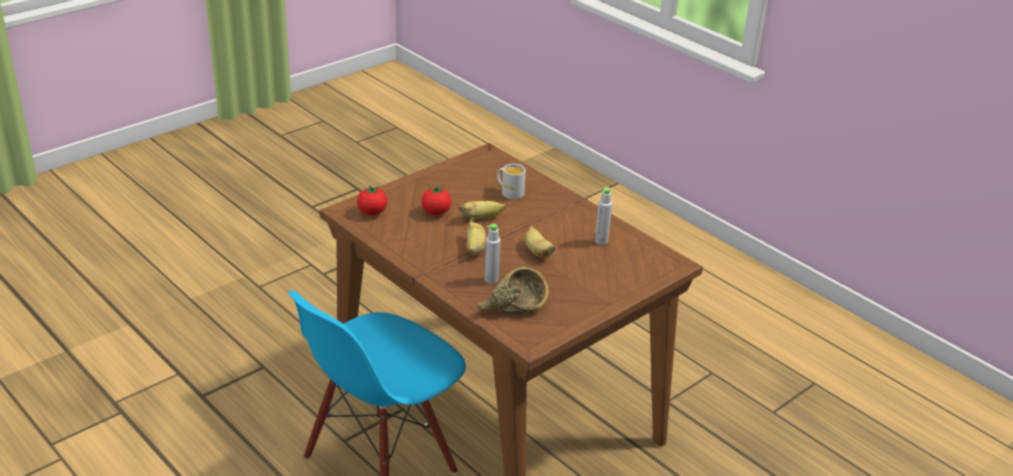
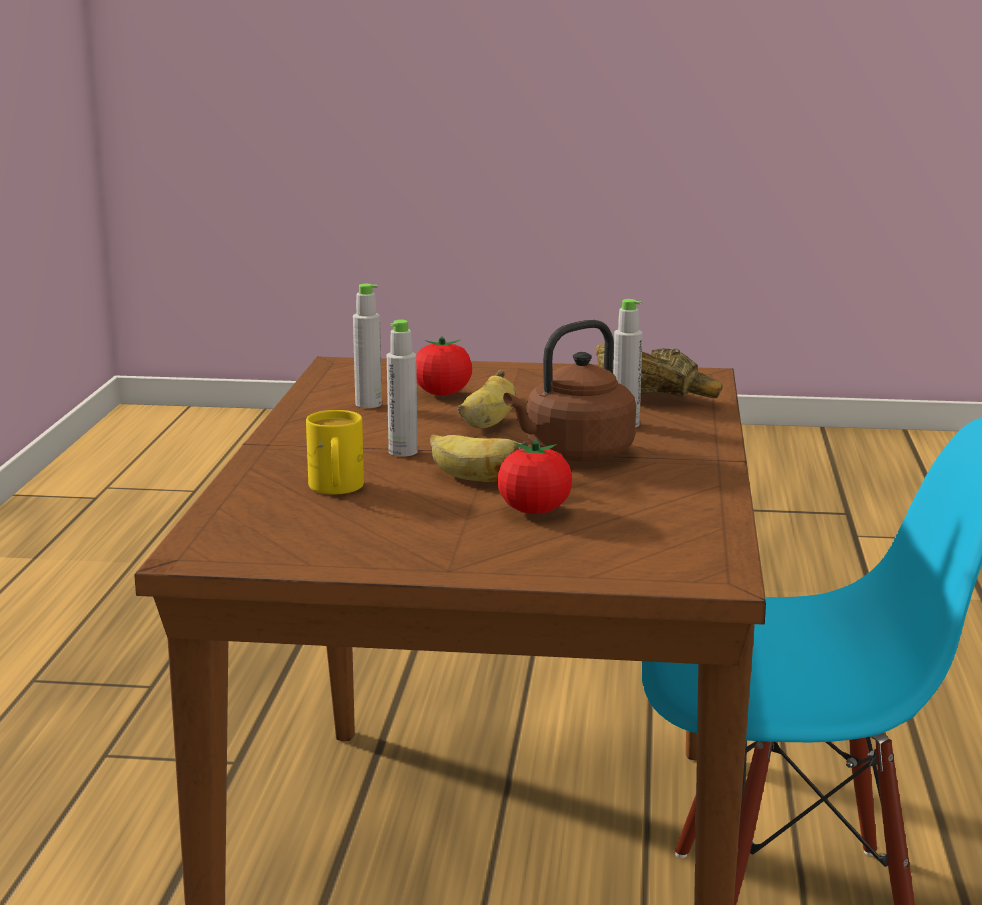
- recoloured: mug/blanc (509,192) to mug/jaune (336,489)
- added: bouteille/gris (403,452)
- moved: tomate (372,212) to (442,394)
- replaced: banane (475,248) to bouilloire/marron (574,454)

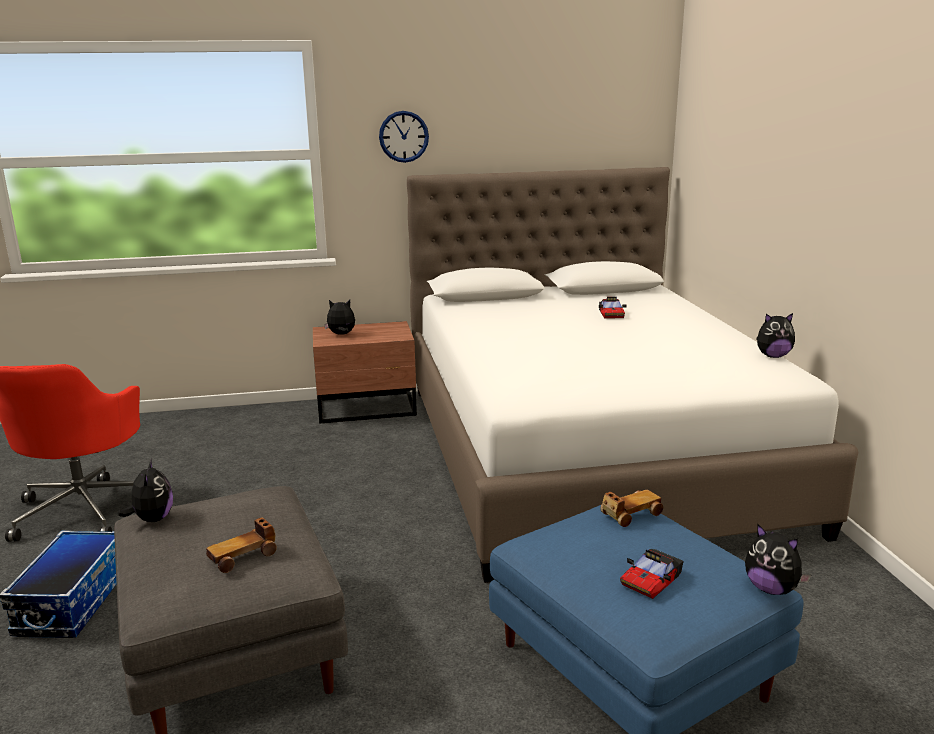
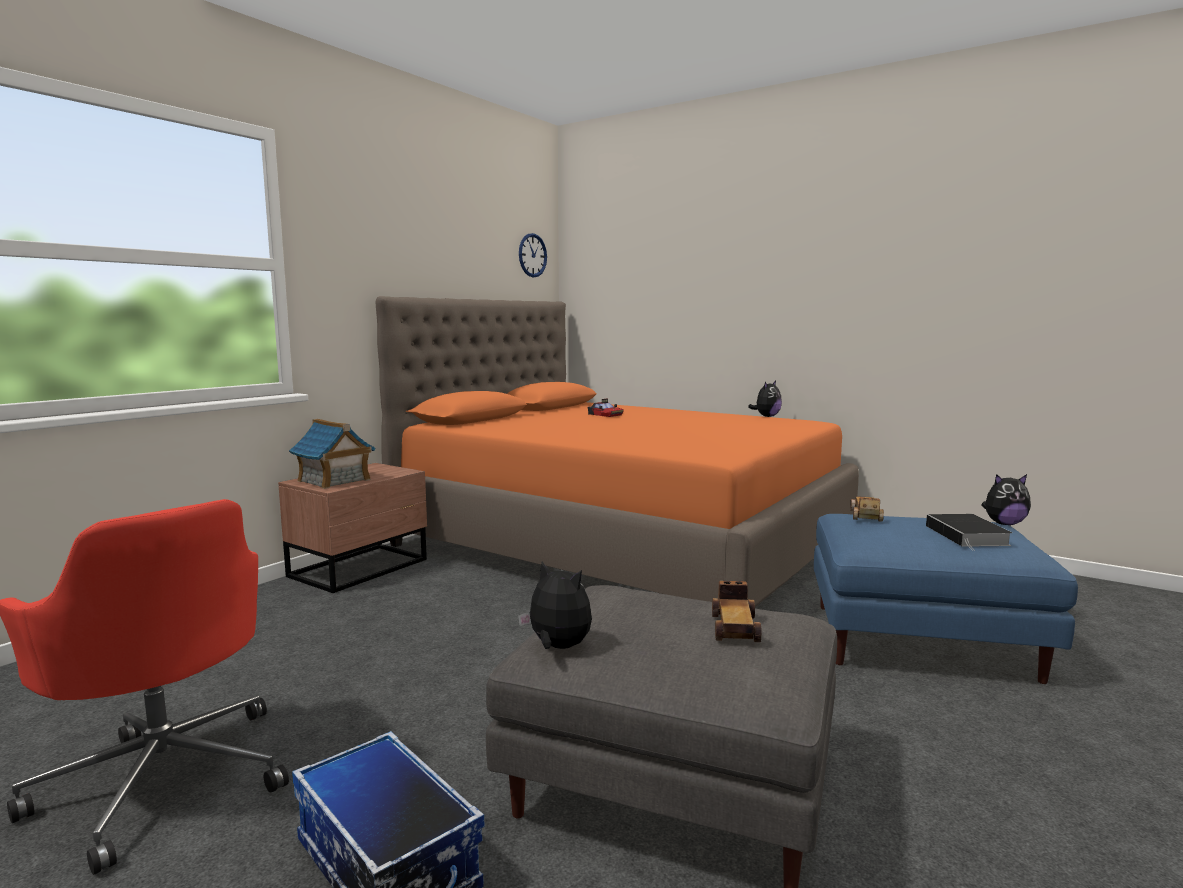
- replaced: peluche (341,334) to maison miniature (334,480)
- recoloured: lit/blanc (587,452) to lit/orange (622,542)
- moved: horloge murale (403,136) to (532,255)
- replaced: petite voiture (651,580) to livre (968,536)

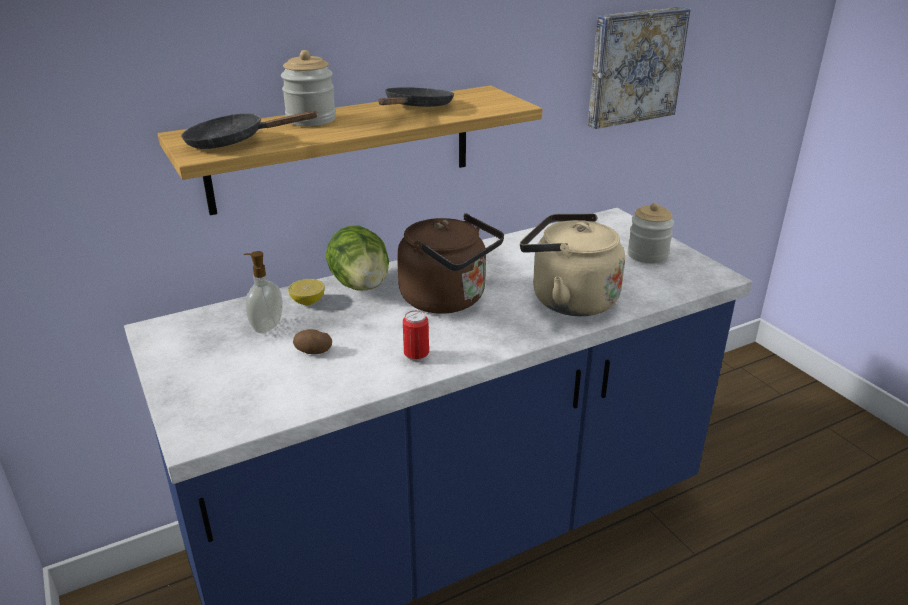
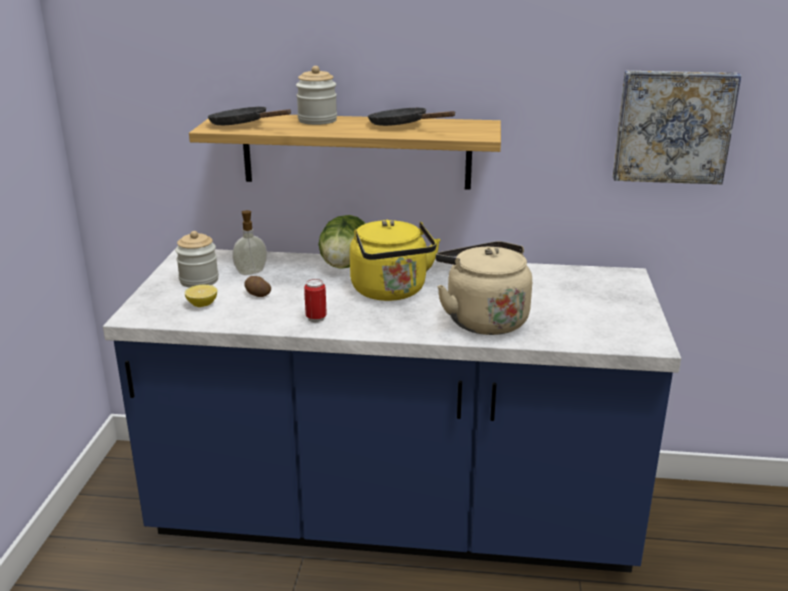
- moved: bocal (647,255) to (199,280)
- moved: citron (308,302) to (202,305)
- recoloured: bouilloire/marron (448,299) to bouilloire/jaune (391,292)
- turned: poêle/noir (416,108) = (403,126) 105 degrees counterclockwise

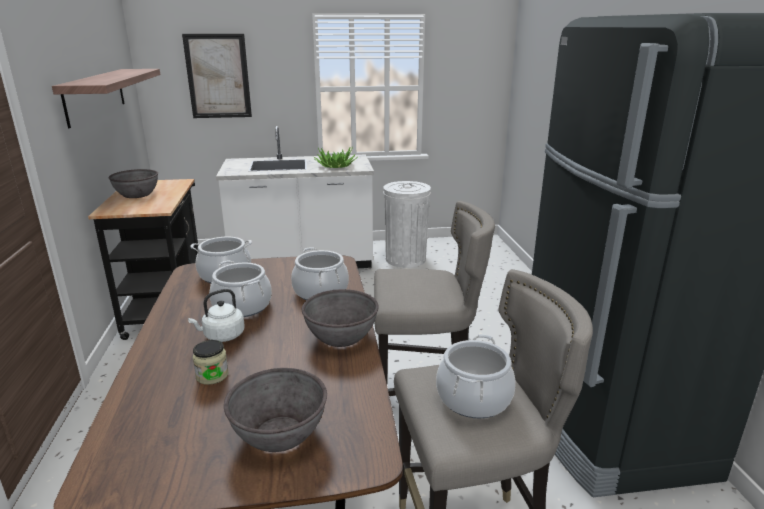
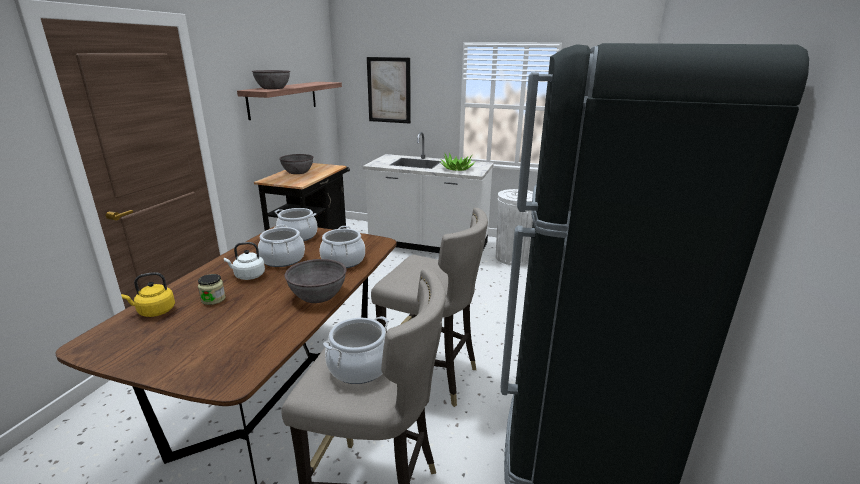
- added: bouilloire/jaune (154,311)
- moved: bol/gris (279,433) to (273,88)

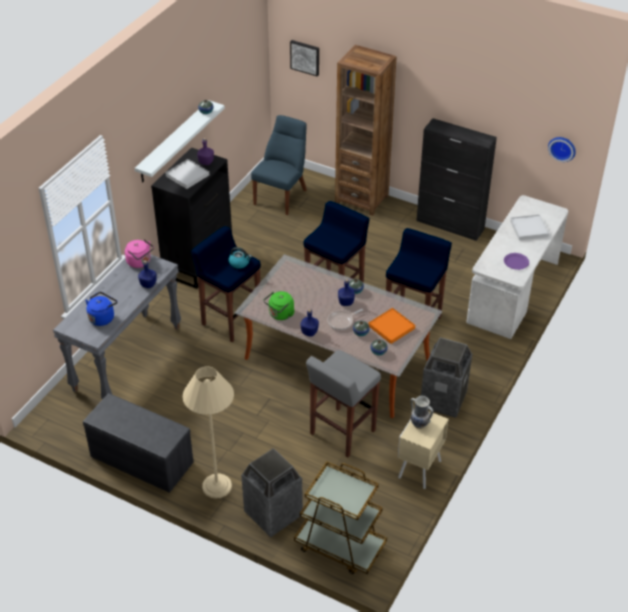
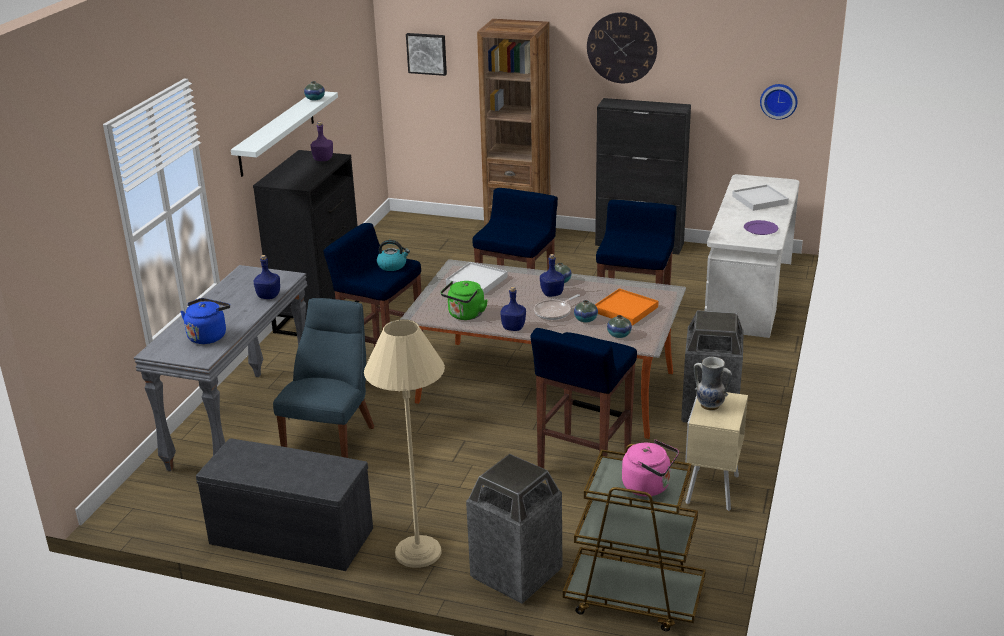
- moved: chaise/bleu (282,196) to (332,441)
- moved: plateau/blanc (187,175) to (476,281)
- recoloured: tabouret/gris (341,433) to tabouret/bleu (583,464)
- added: horloge murale (621,48)
- moved: bouilloire/rose (140,262) to (649,486)

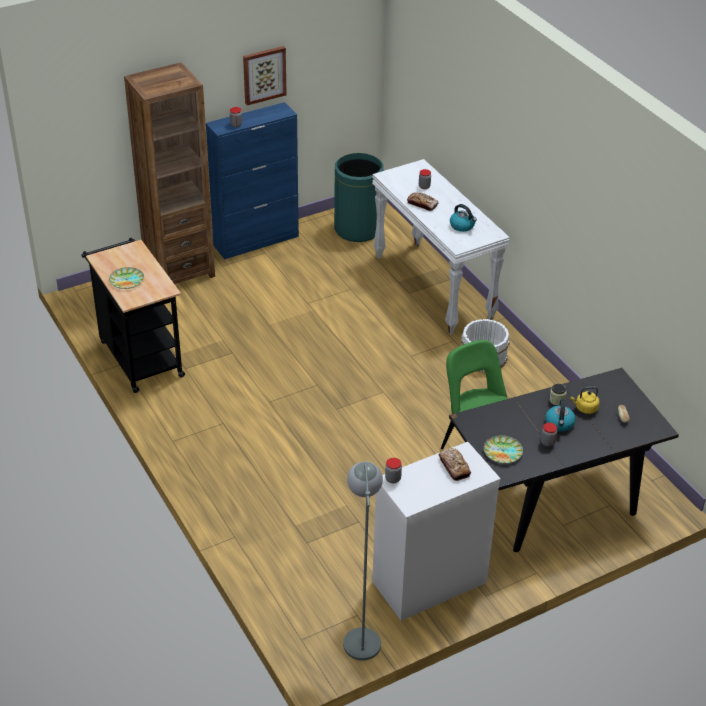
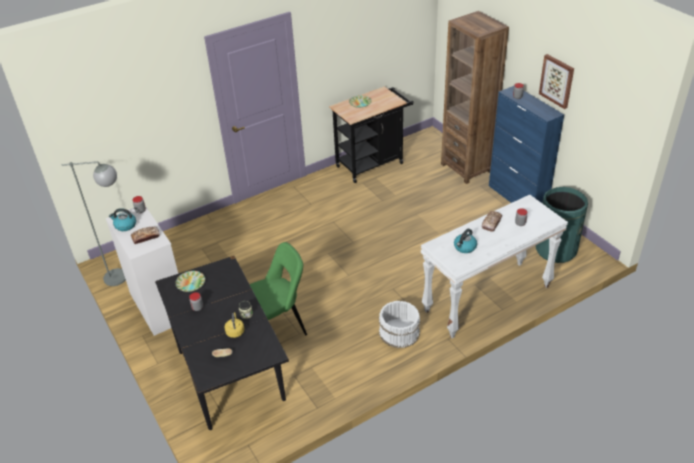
- moved: bouilloire (559,424) to (125,225)

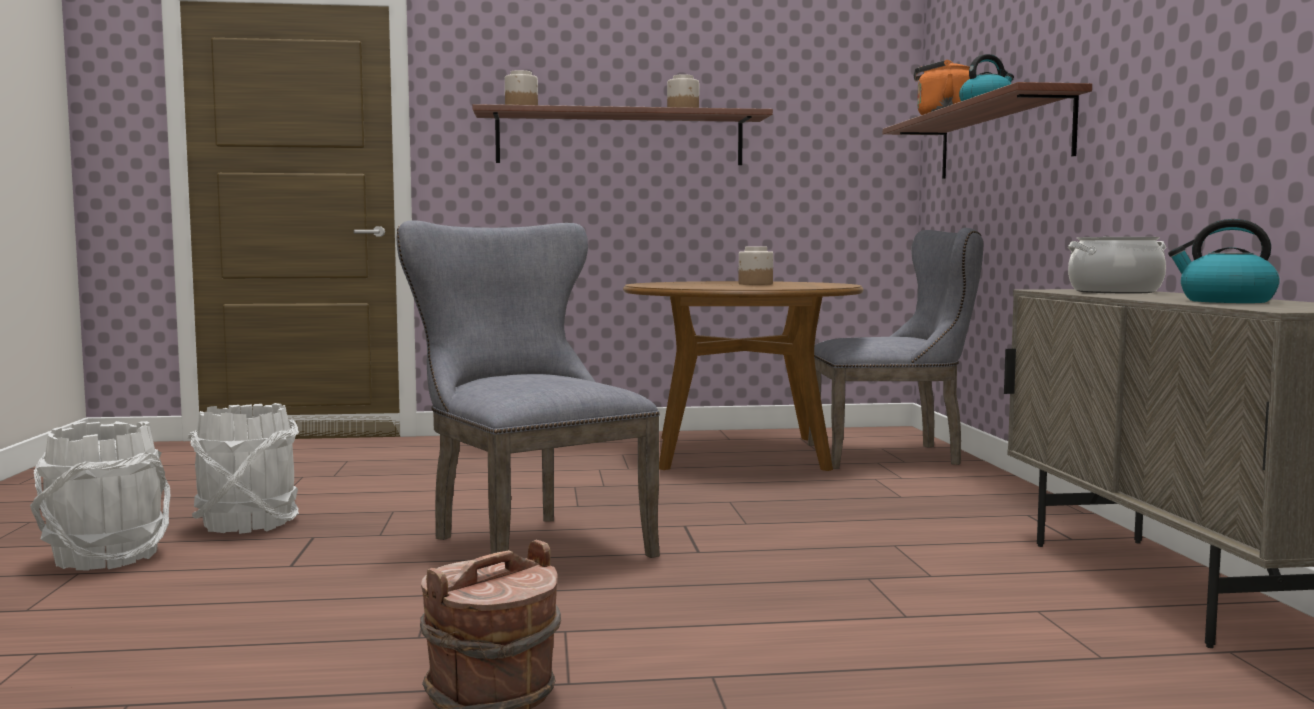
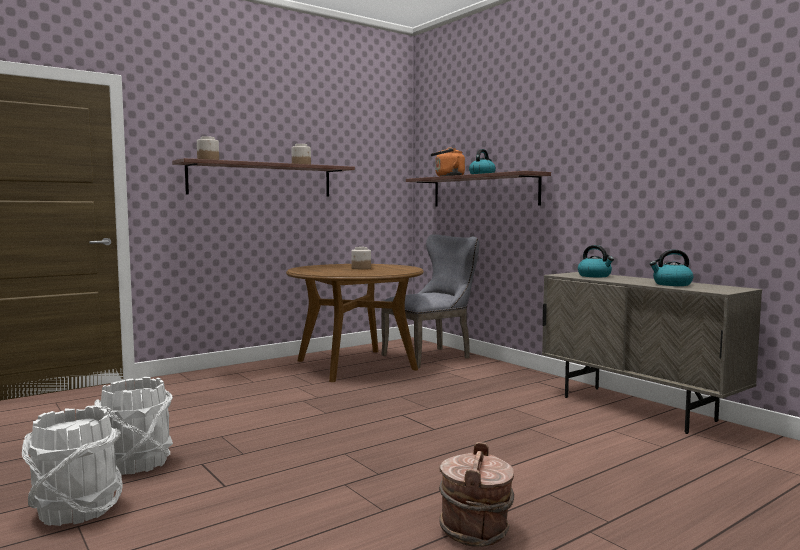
- replaced: marmite (1114,292) to bouilloire (595,276)
- removed: chaise/gris (527,544)

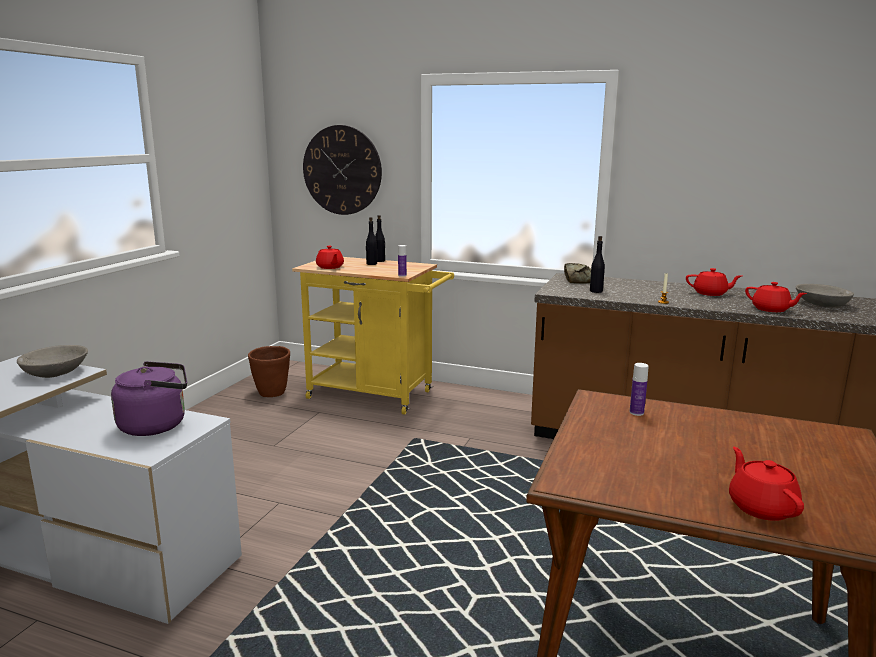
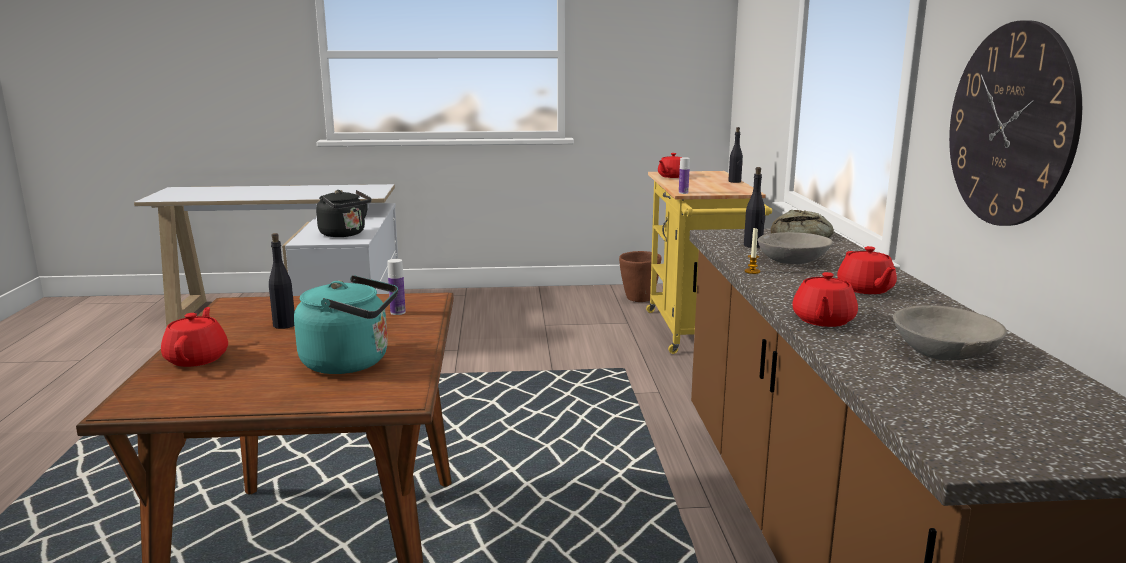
- turned: théière/rouge (761,507) = (197,358) 60 degrees counterclockwise
- moved: bouteille/noir (371,264) to (284,325)
- added: bouilloire/turquoise (351,362)
- recoloured: bouilloire/violet (157,425) to bouilloire/noir (345,234)
- moved: bol/gris (55,372) to (793,260)
- moved: horloge murale (342,170) to (1010,125)

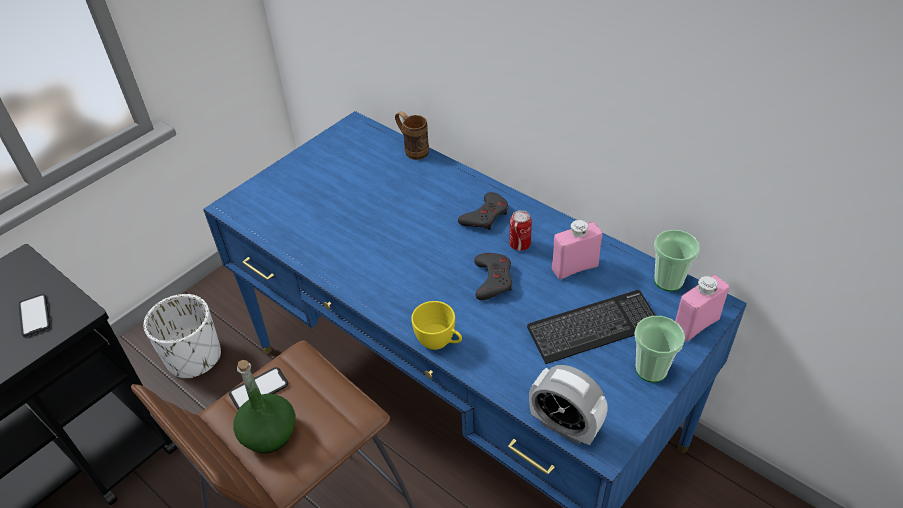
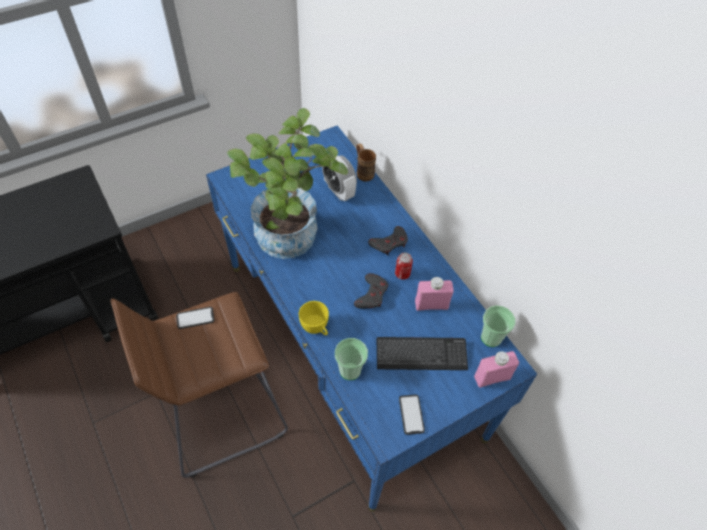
- added: plante en pot (290,242)
- moved: réveil (564,426) to (339,191)
- moved: tasse (651,370) to (350,370)
- moved: téléphone (34,315) to (411,414)
- removed: cache-pot/blanc (194,357)
- removed: bouteille/vert (269,433)

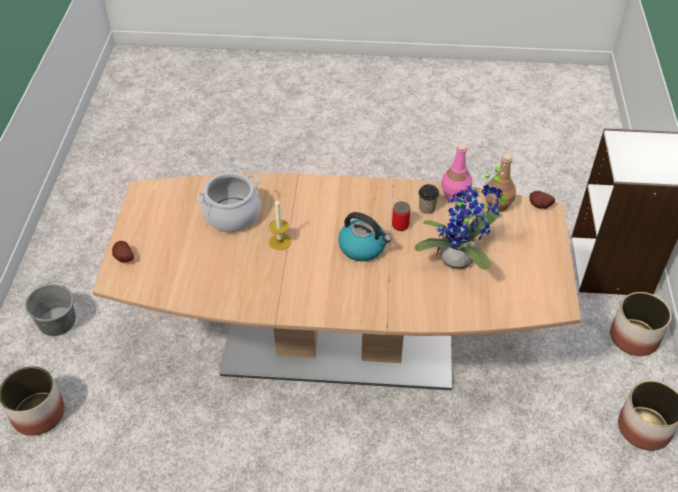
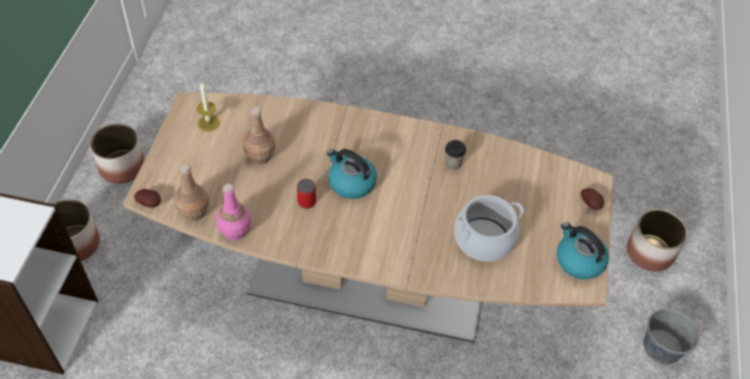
- moved: bougie (280,241) to (208,123)
- replaced: plante en pot (460,261) to bouteille/marron (260,155)
- moved: tasse (427,208) to (453,163)
- added: bouilloire (578,261)

